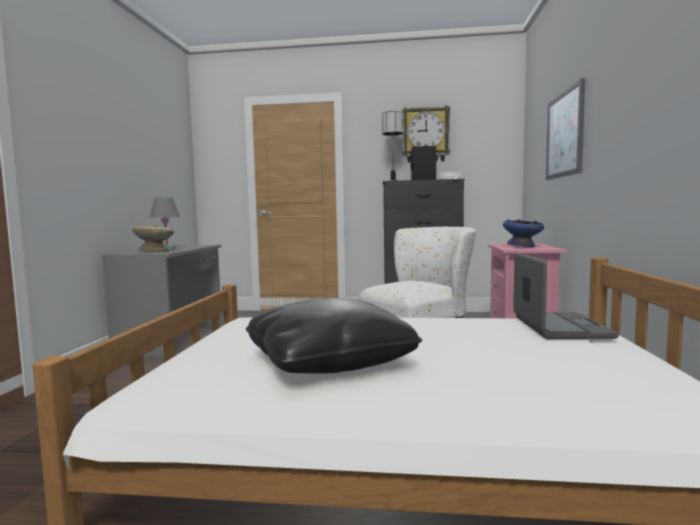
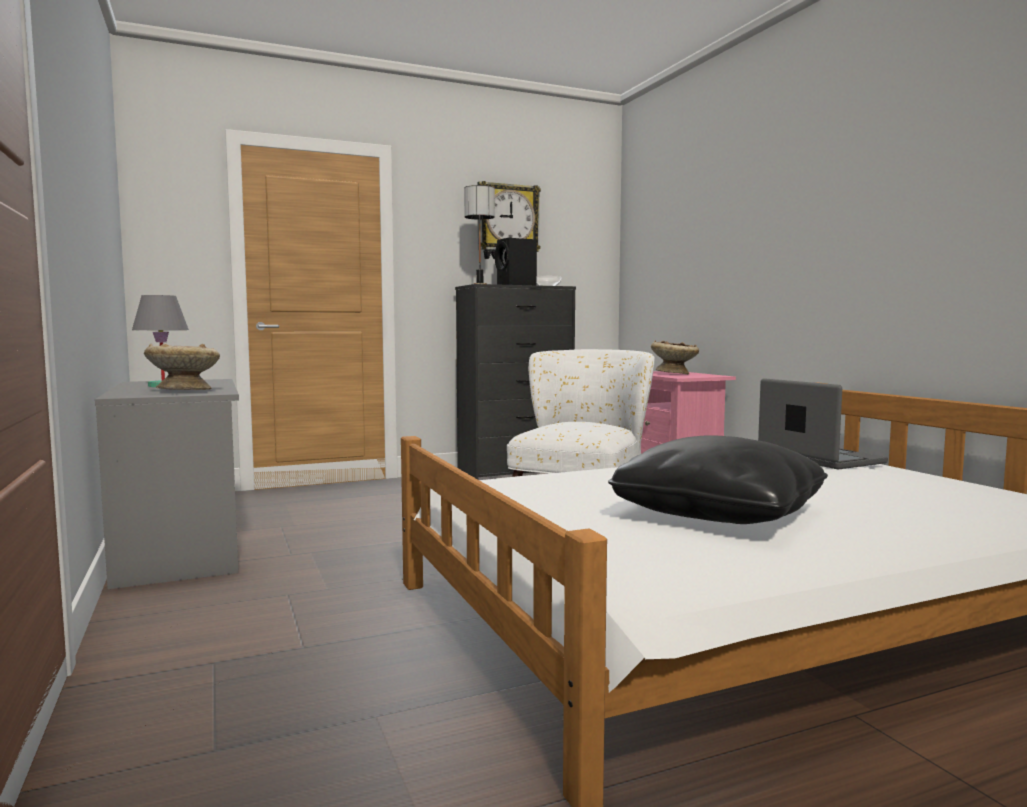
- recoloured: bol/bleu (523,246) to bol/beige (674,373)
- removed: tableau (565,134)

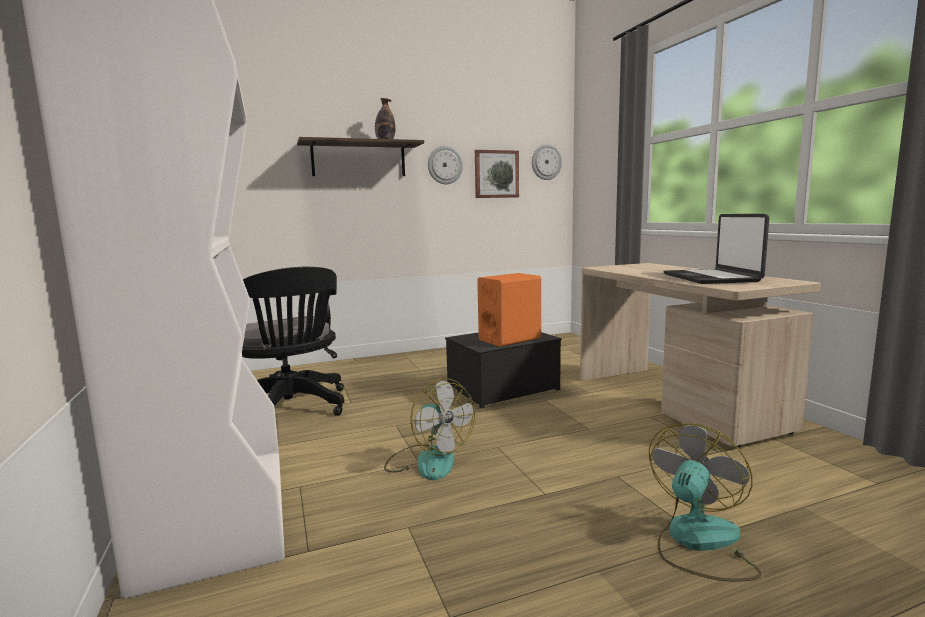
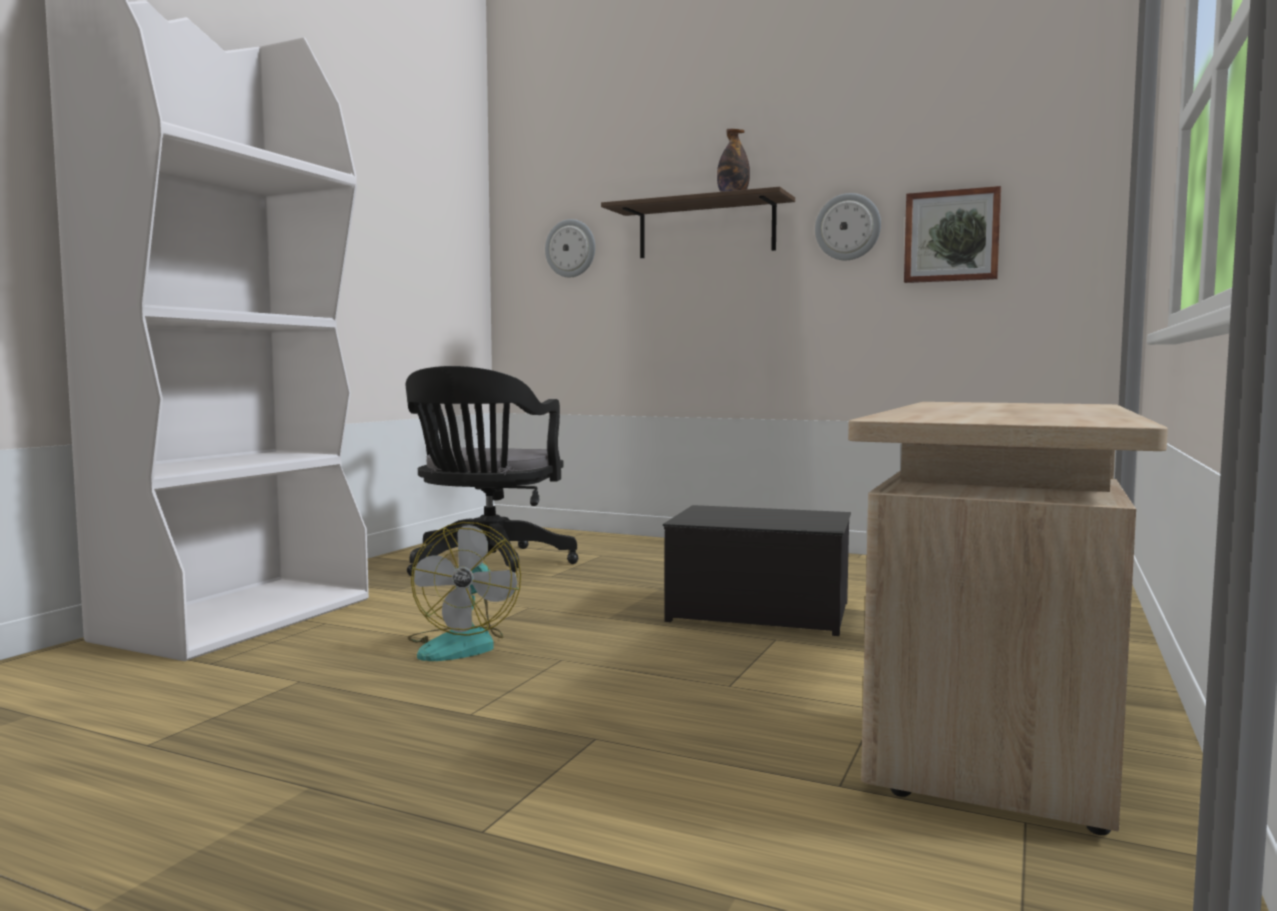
- moved: horloge murale (546,162) to (571,248)
- removed: enceinte/orange (510,339)
- removed: ventilateur (698,542)
- removed: ordinateur portable (711,278)

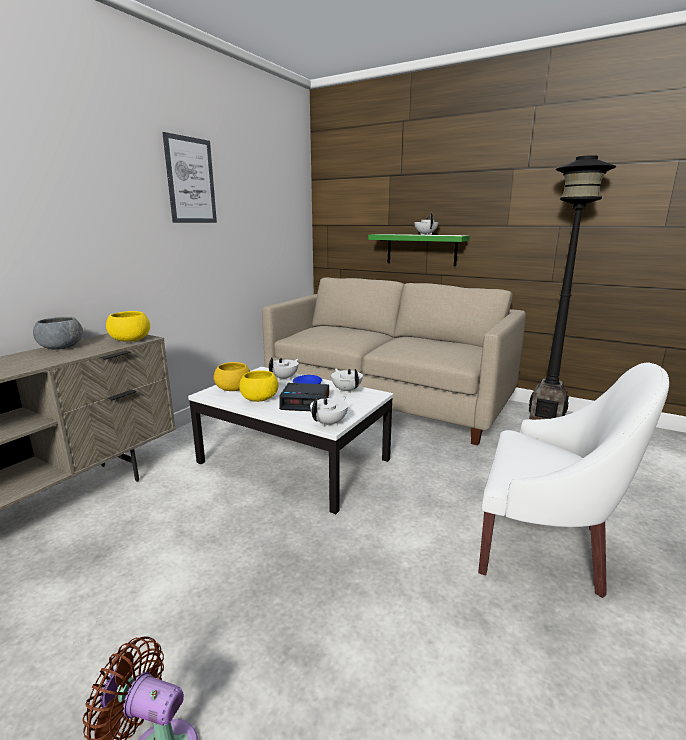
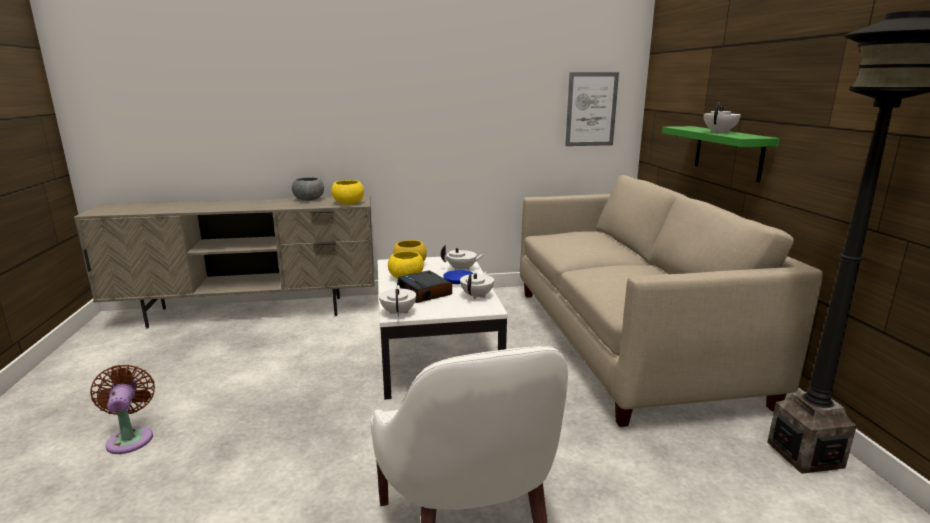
- turned: théière/blanc (330,423) = (398,312) 90 degrees counterclockwise
- moved: tableau (191,180) to (591,109)

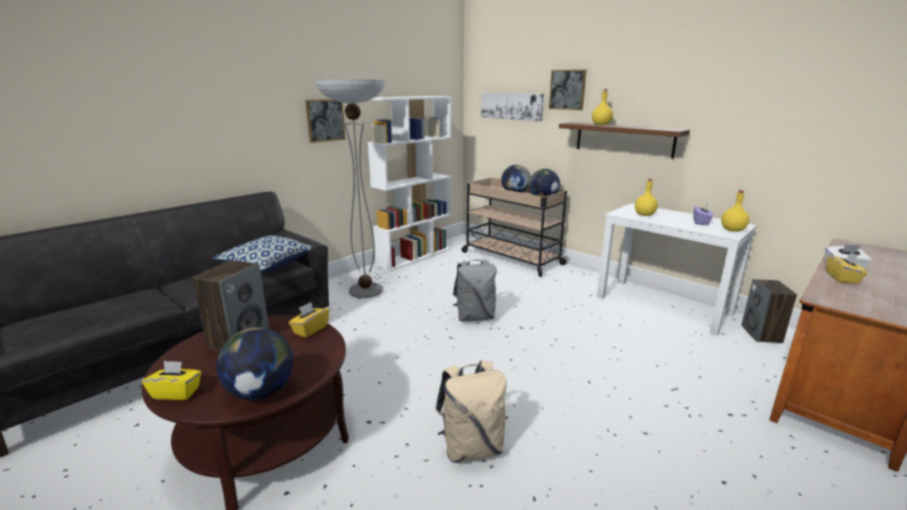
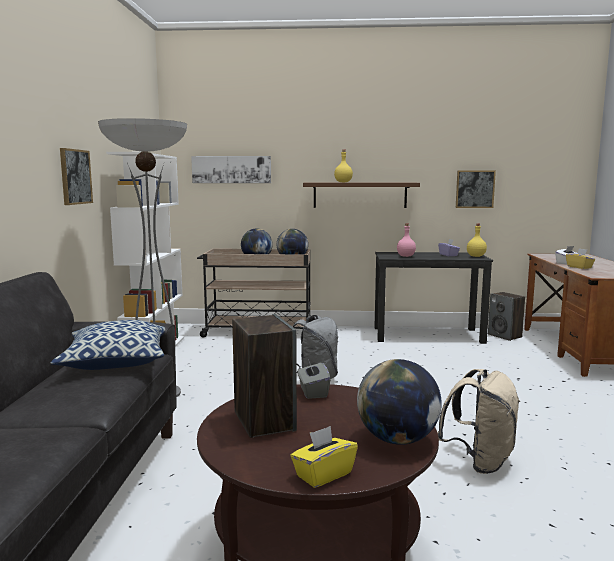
- recoloured: boîte à mouchoirs/jaune (310,330) to boîte à mouchoirs/gris (313,392)
- recoloured: bureau/blanc (663,305) to bureau/noir (428,335)
- recoloured: bouteille/jaune (645,215) to bouteille/rose (406,256)
- moved: tableau (567,89) to (475,189)

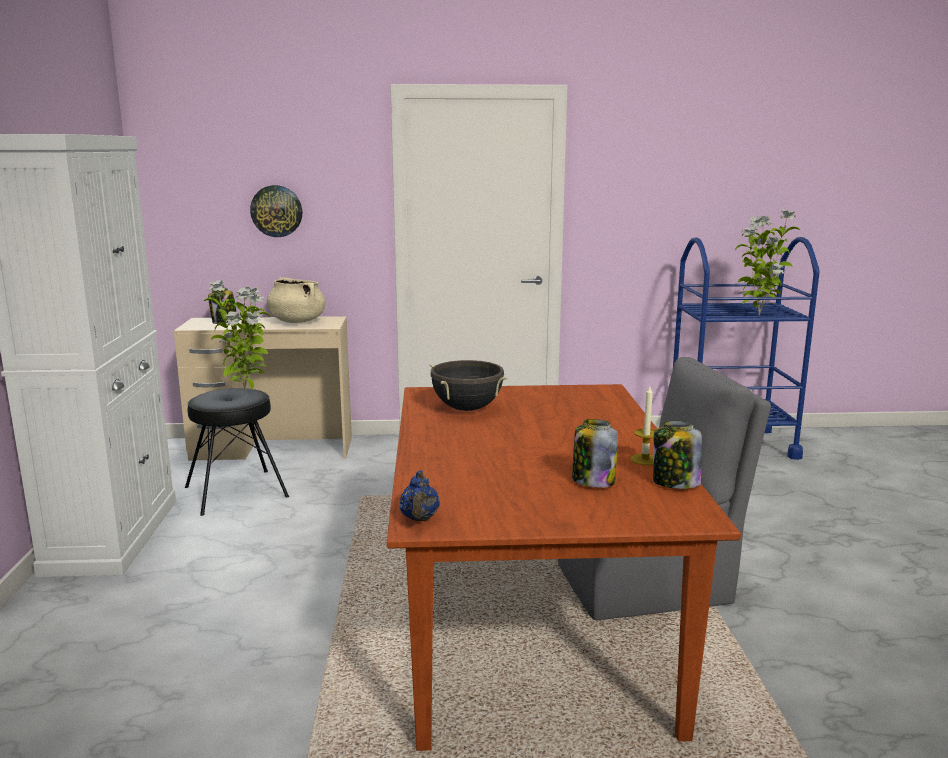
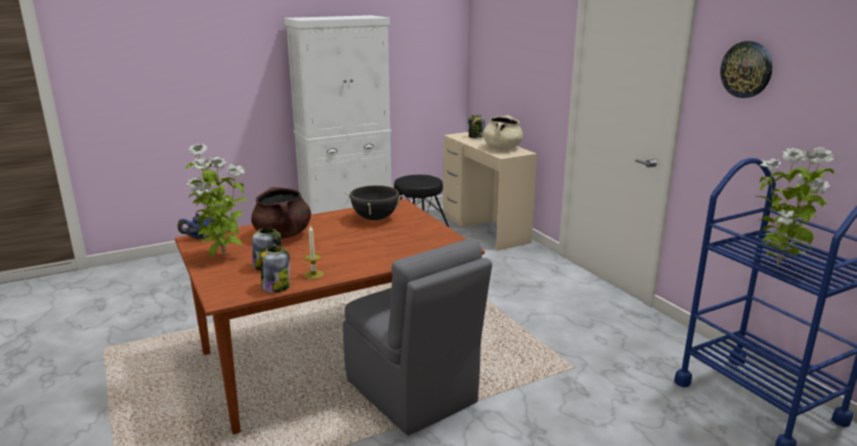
- moved: plante en pot (246,391) to (223,256)
- added: marmite/marron (283,235)
- moved: horloge murale (276,211) to (746,69)

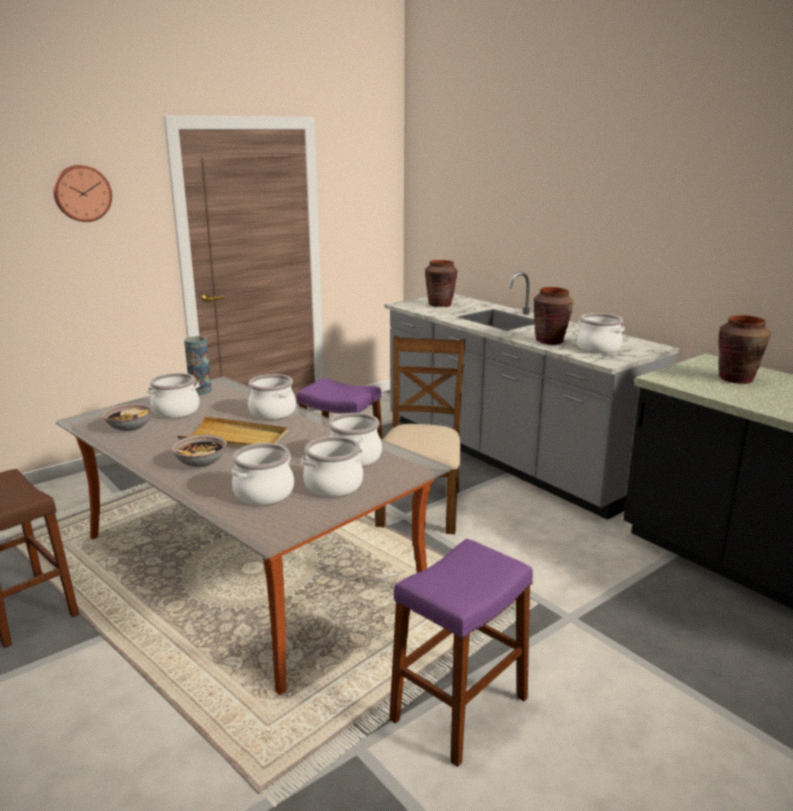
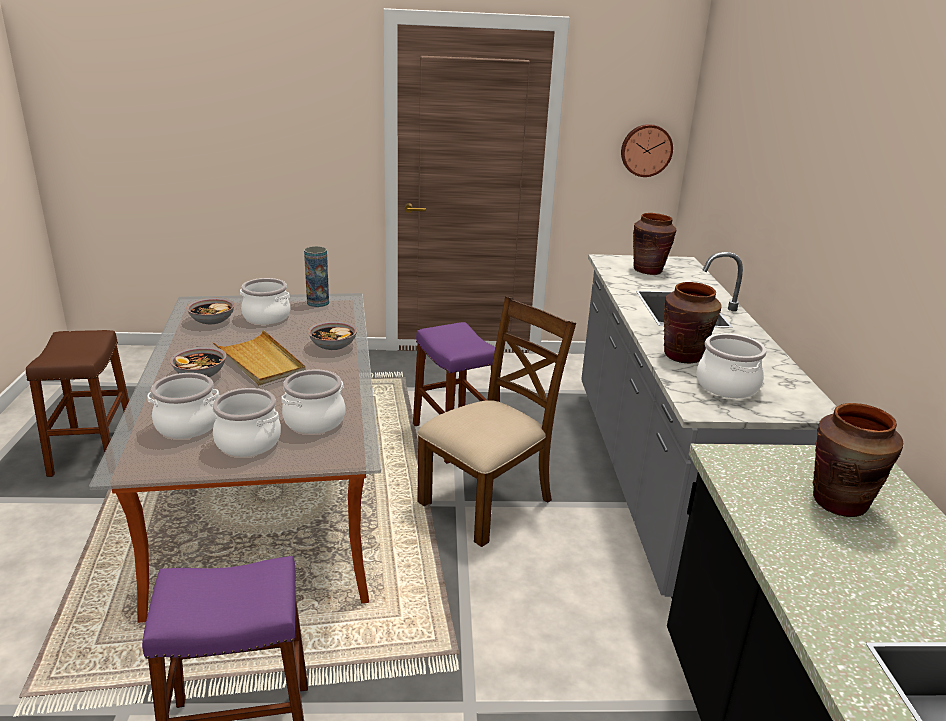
- replaced: marmite (272,412) to bol (333,345)
- moved: horloge murale (82,193) to (646,150)

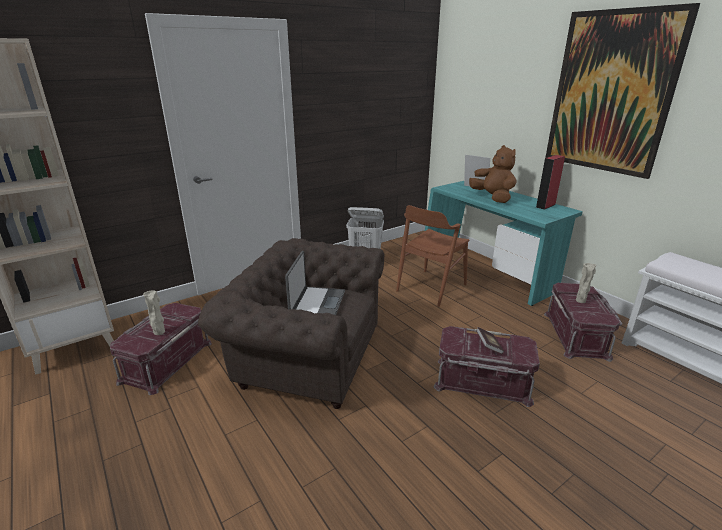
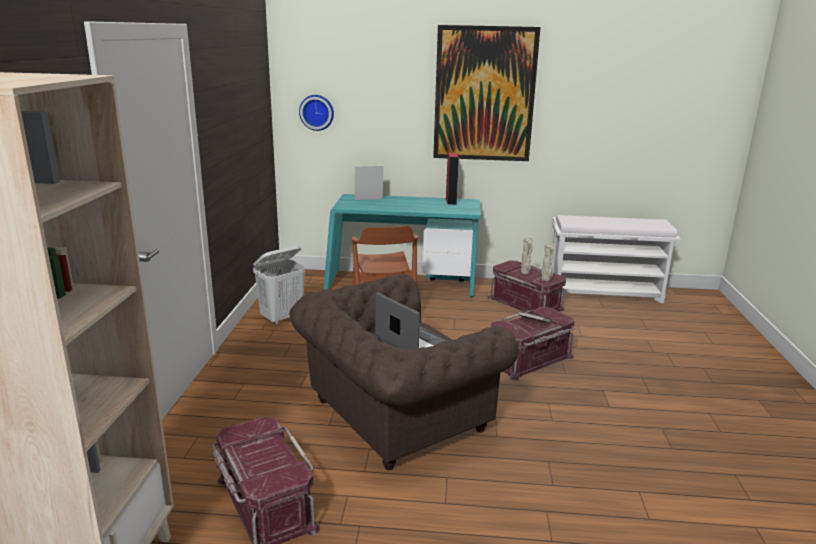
- added: horloge murale (317,112)
- moved: vase/beige (159,333) to (546,280)
- removed: peluche/marron (492,198)

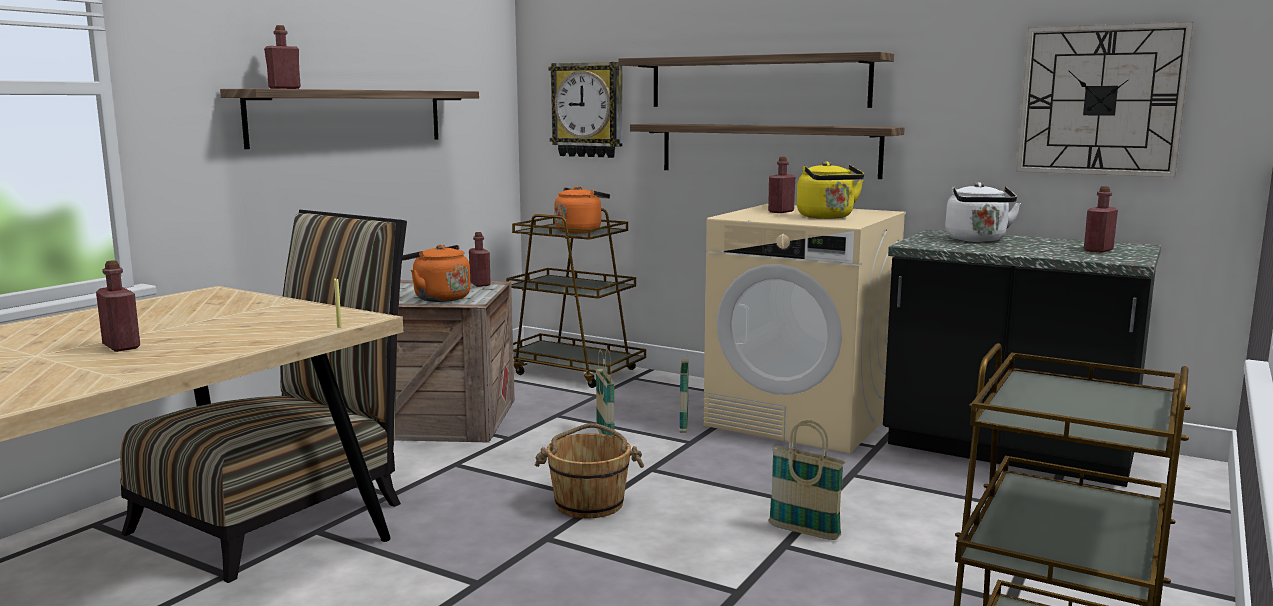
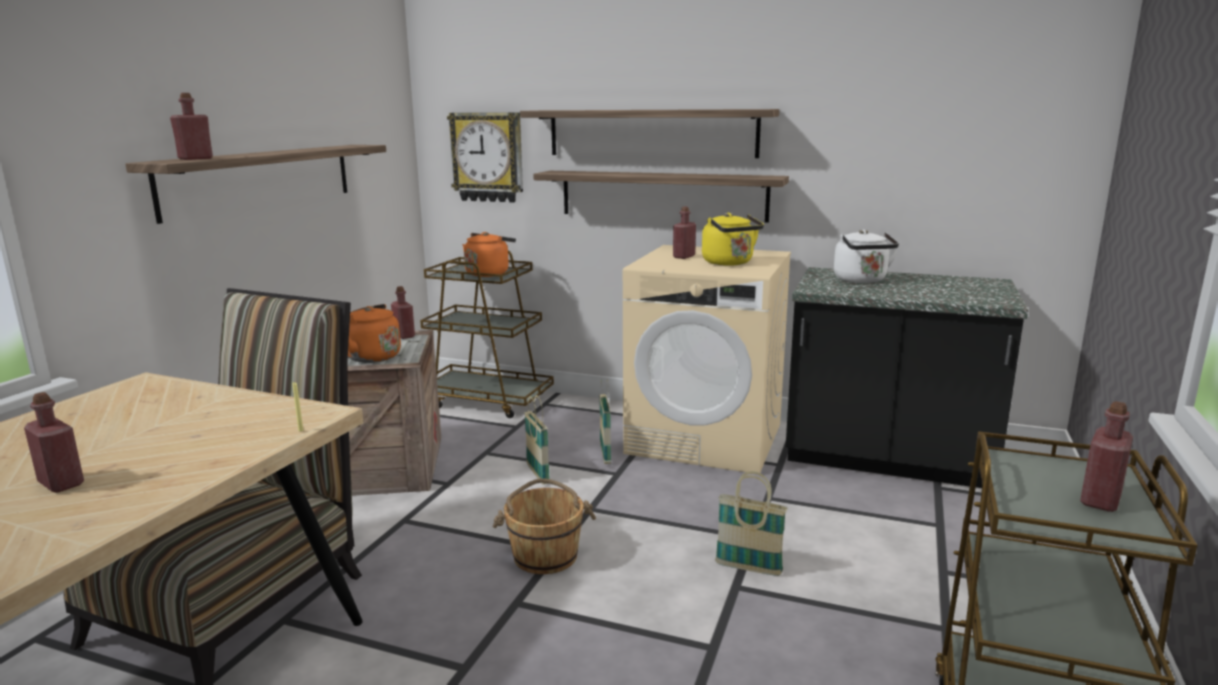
- moved: bouteille/rouge (1098,250) to (1100,500)
- removed: horloge murale (1100,100)

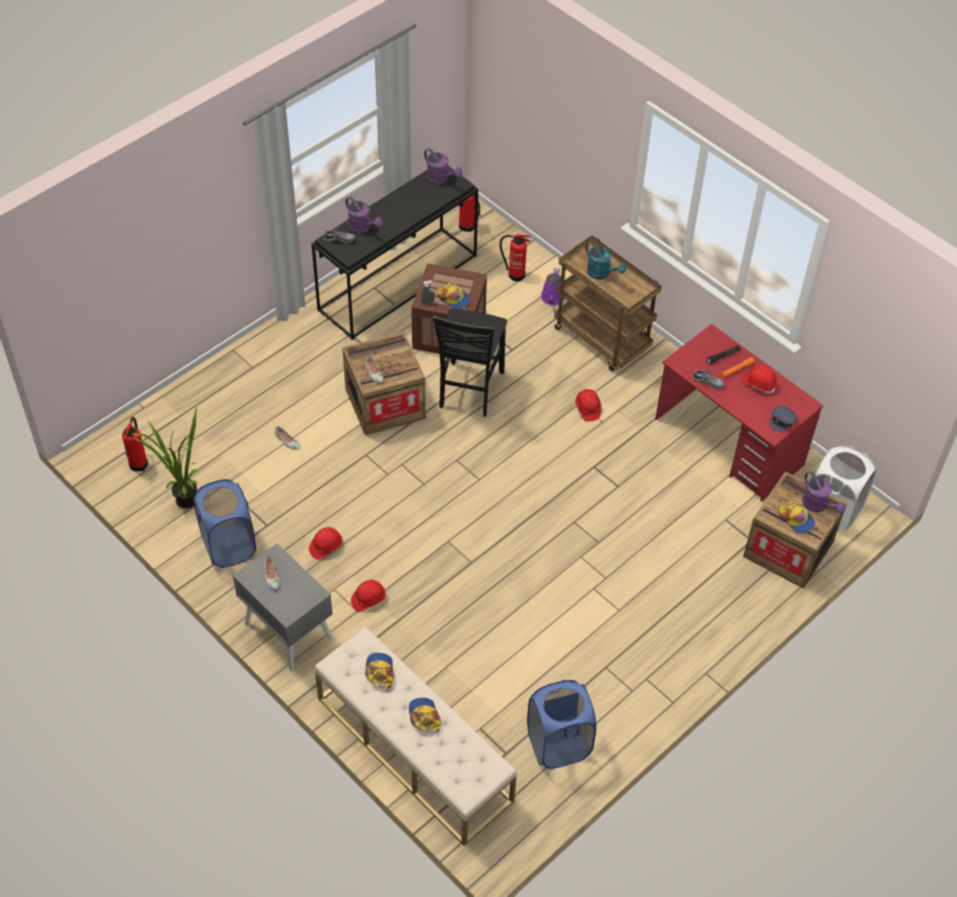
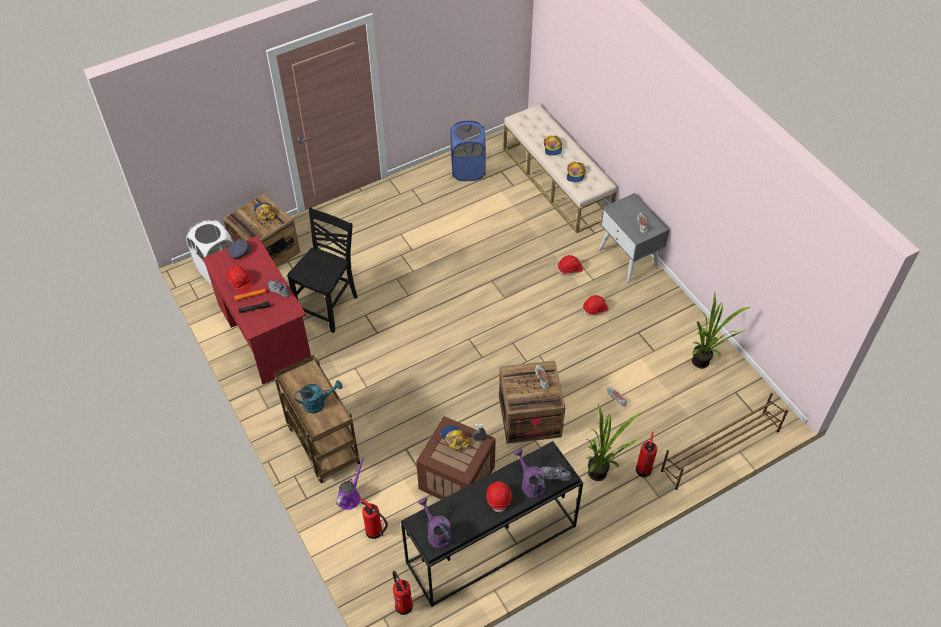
- moved: chaise/noir (469,390) to (329,307)
- turned: arrosoir/turquoise (601,273) = (318,403) 105 degrees clockwise
- moved: casque de chantier/rouge (587,409) to (499,497)
- added: plante en pot (601,474)
- moved: extincteur (139,462) to (643,471)
- added: étagère à chaussures/marron (719,450)
- removed: panier à linge/bleu (228,546)
- removed: arrosoir/violet (818,505)

